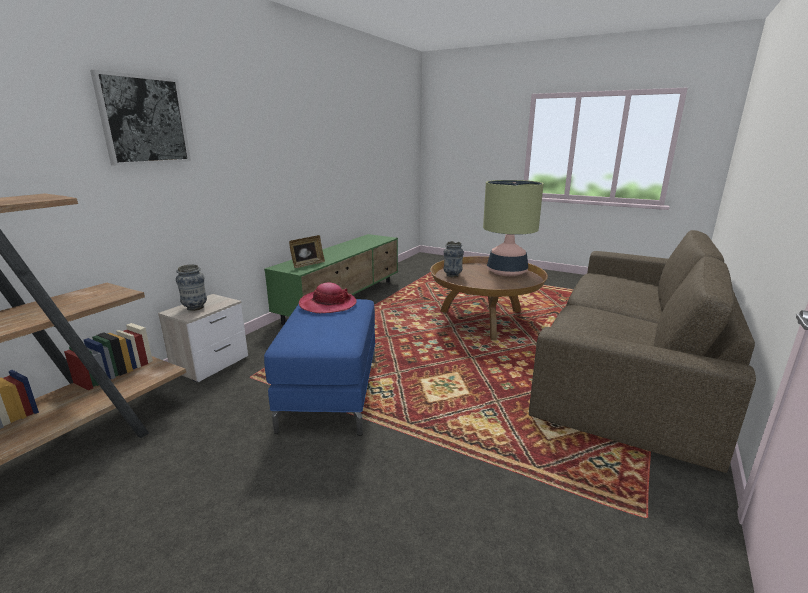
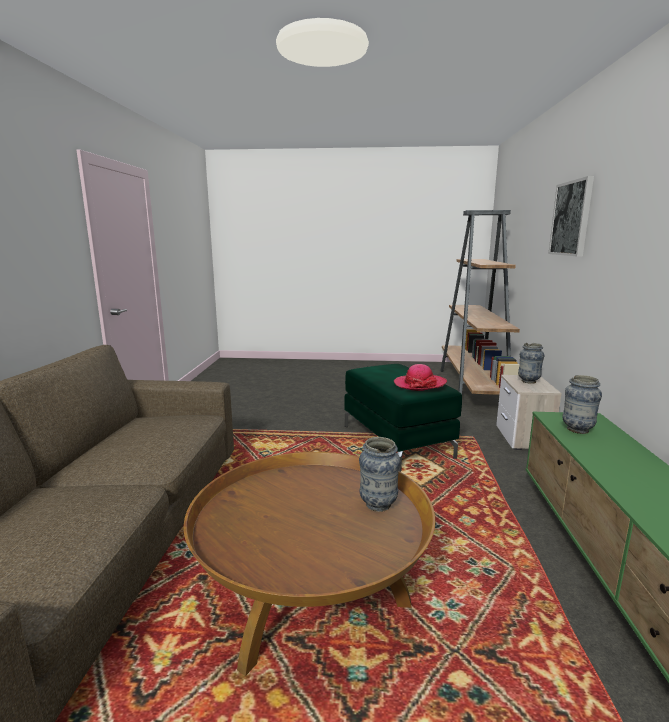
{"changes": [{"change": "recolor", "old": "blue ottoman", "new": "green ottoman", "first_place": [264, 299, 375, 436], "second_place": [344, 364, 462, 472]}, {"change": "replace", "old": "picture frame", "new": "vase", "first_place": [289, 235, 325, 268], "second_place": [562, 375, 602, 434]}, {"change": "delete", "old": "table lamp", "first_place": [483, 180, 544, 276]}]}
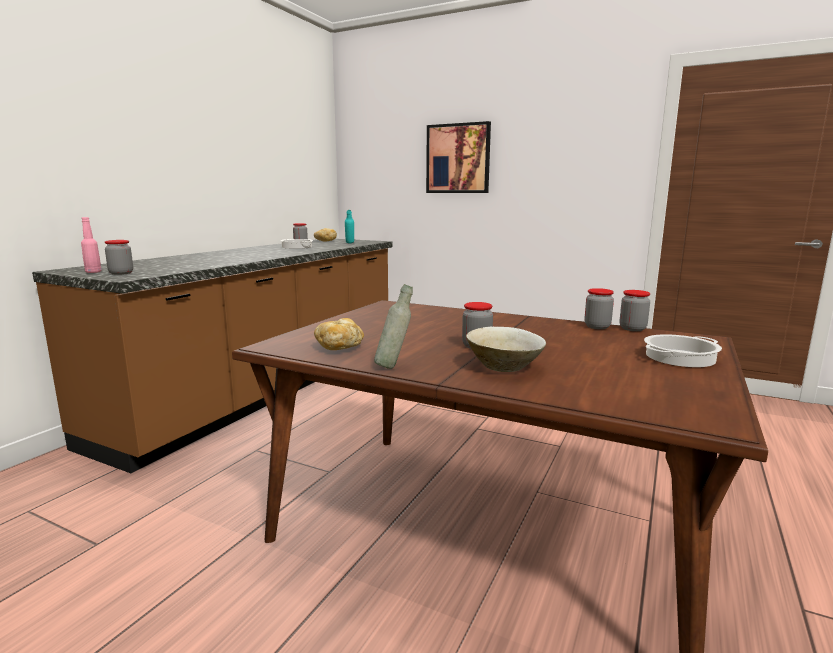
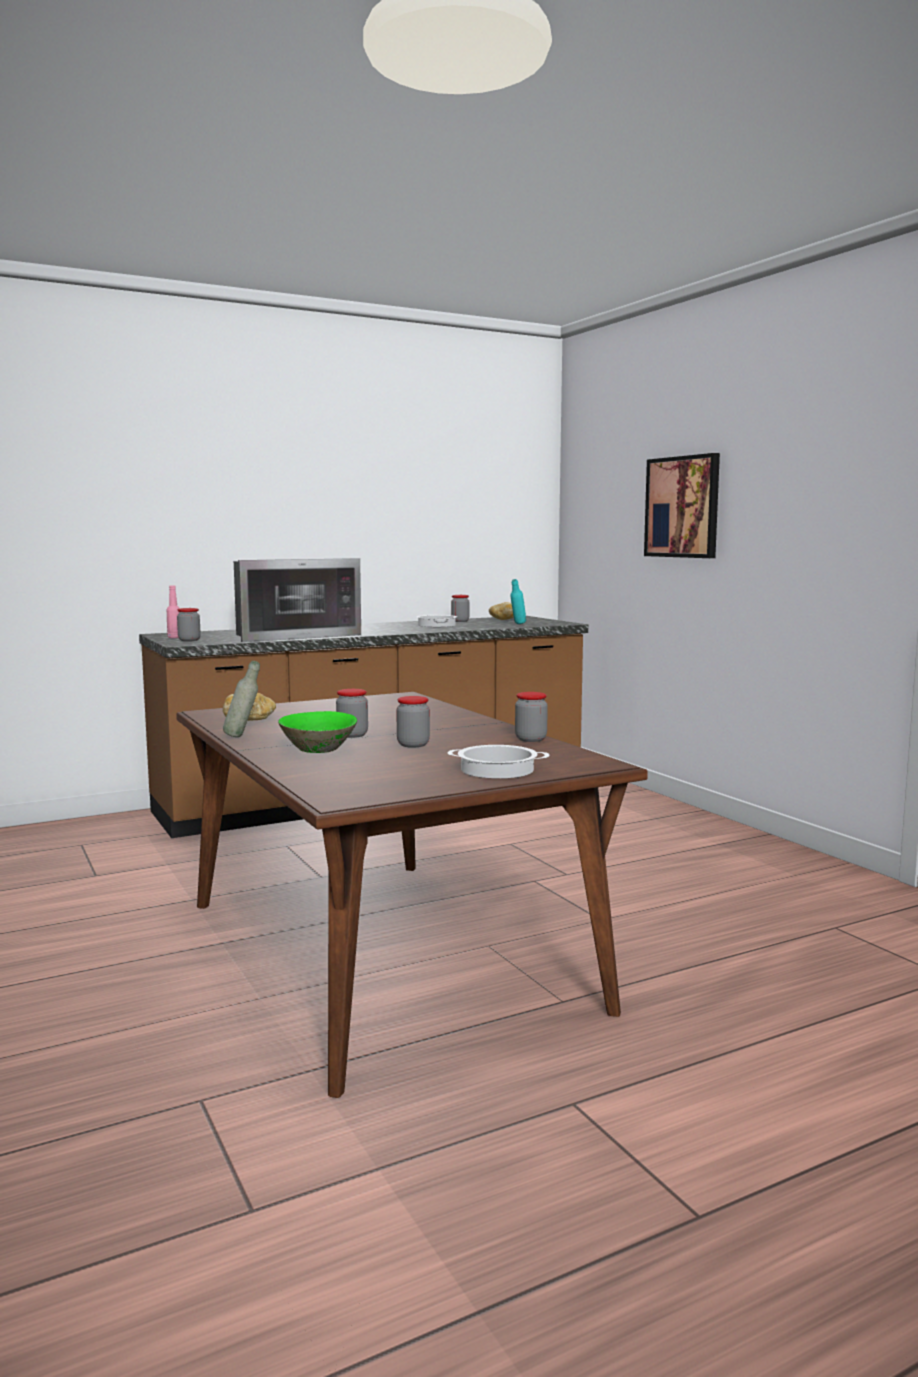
{"changes": [{"change": "recolor", "old": "beige bowl", "new": "green bowl", "first_place": [466, 327, 546, 372], "second_place": [278, 711, 357, 753]}, {"change": "move", "old": "jar", "first_place": [620, 290, 650, 331], "second_place": [396, 696, 430, 748]}, {"change": "insert", "new": "microwave", "second_place": [234, 558, 361, 642]}]}
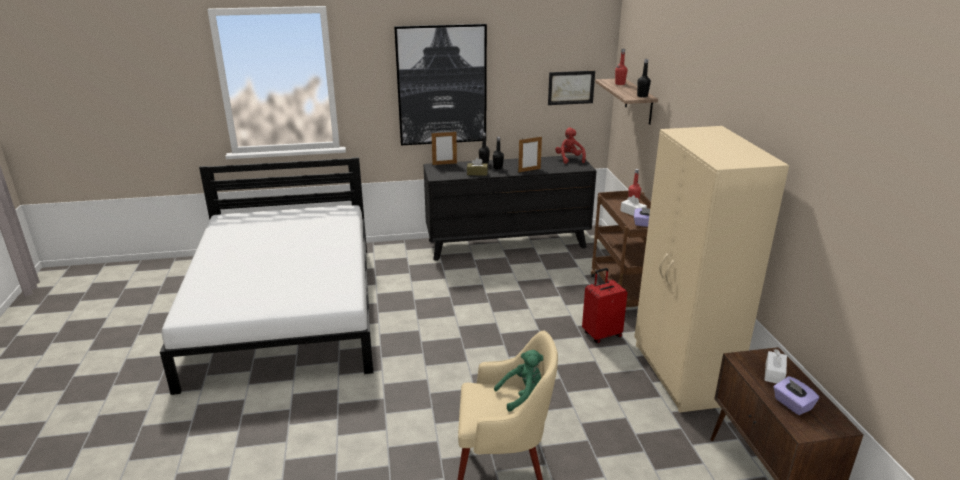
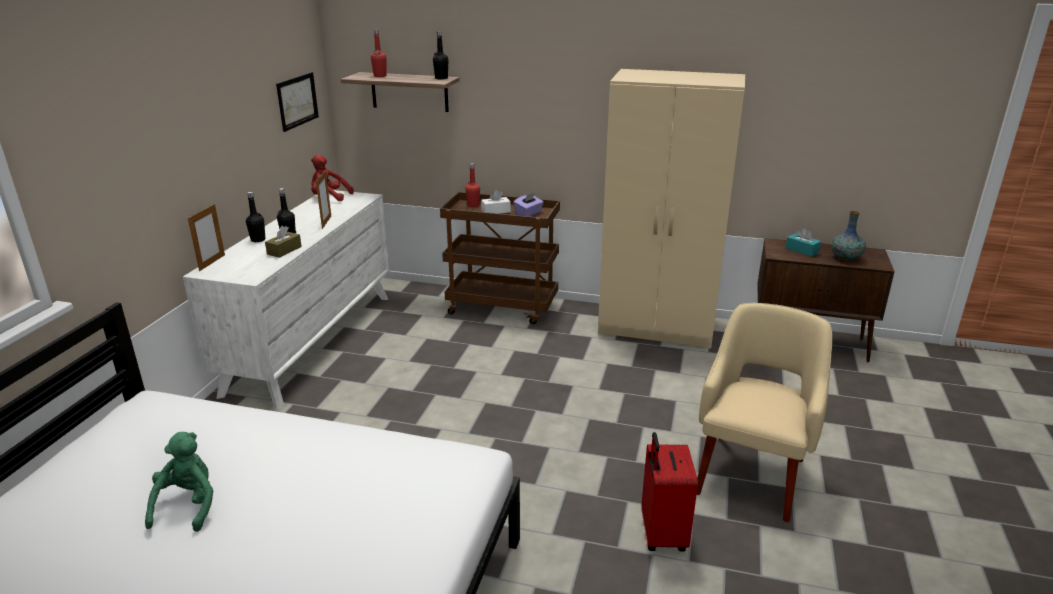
{"changes": [{"change": "delete", "old": "picture", "first_place": [394, 24, 487, 145]}, {"change": "recolor", "old": "black dresser", "new": "white dresser", "first_place": [424, 155, 596, 261], "second_place": [183, 190, 389, 409]}, {"change": "move", "old": "green plush toy", "first_place": [494, 350, 543, 412], "second_place": [145, 432, 213, 532]}, {"change": "move", "old": "red suitcase", "first_place": [582, 268, 628, 343], "second_place": [641, 432, 698, 551]}, {"change": "recolor", "old": "white tissue box", "new": "turquoise tissue box", "first_place": [764, 349, 787, 384], "second_place": [785, 228, 821, 257]}, {"change": "replace", "old": "purple tissue box", "new": "vase", "first_place": [773, 376, 819, 415], "second_place": [831, 211, 866, 261]}]}
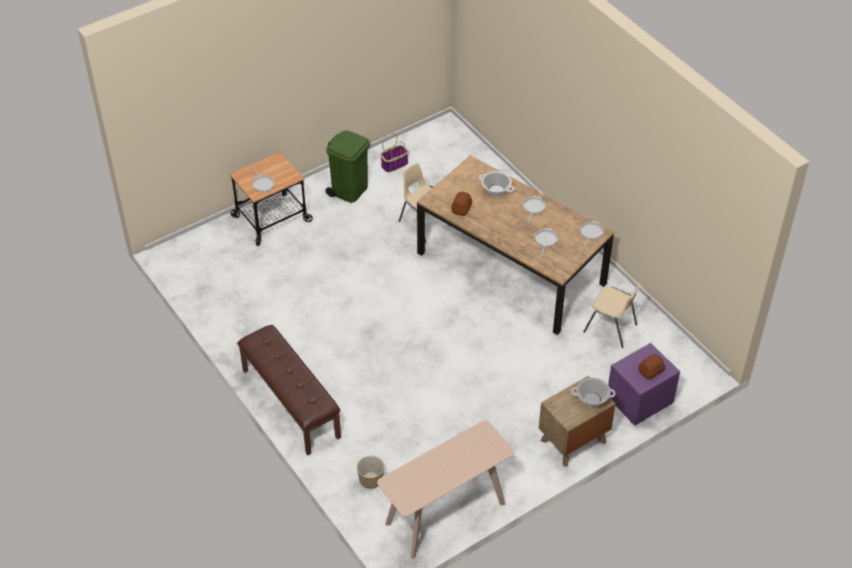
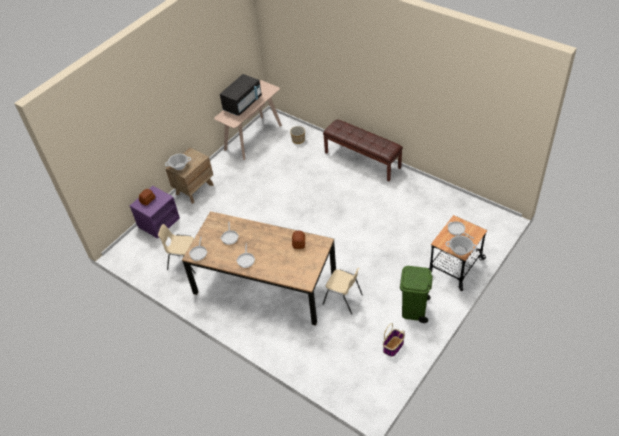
{"changes": [{"change": "move", "old": "cooking pot", "first_place": [479, 171, 514, 196], "second_place": [446, 235, 477, 256]}, {"change": "insert", "new": "black microwave", "second_place": [220, 74, 262, 116]}]}
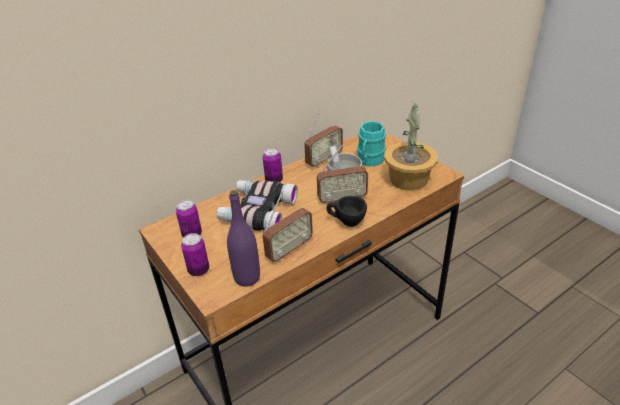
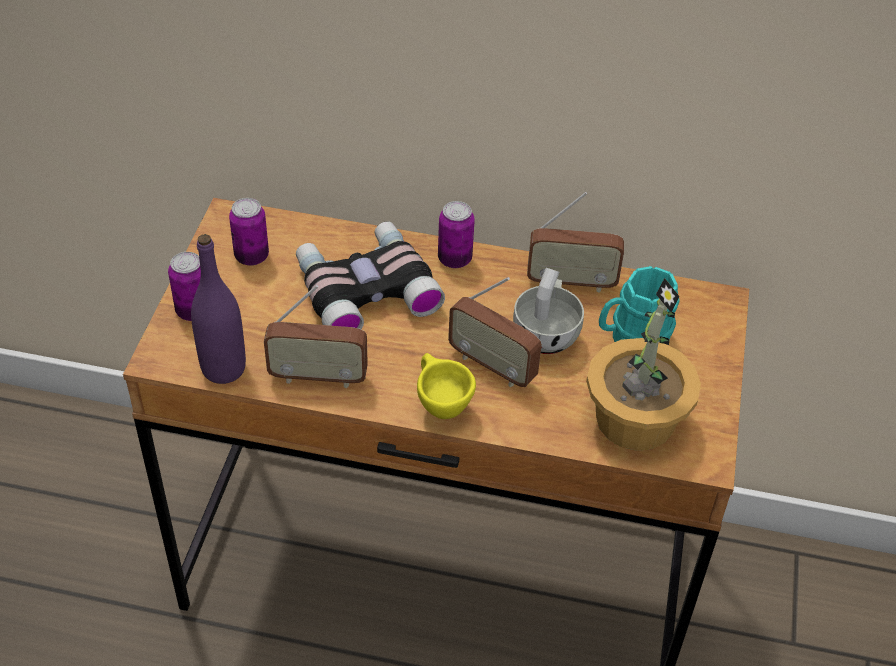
{"changes": [{"change": "recolor", "old": "black cup", "new": "yellow cup", "first_place": [327, 196, 367, 227], "second_place": [417, 353, 476, 419]}]}
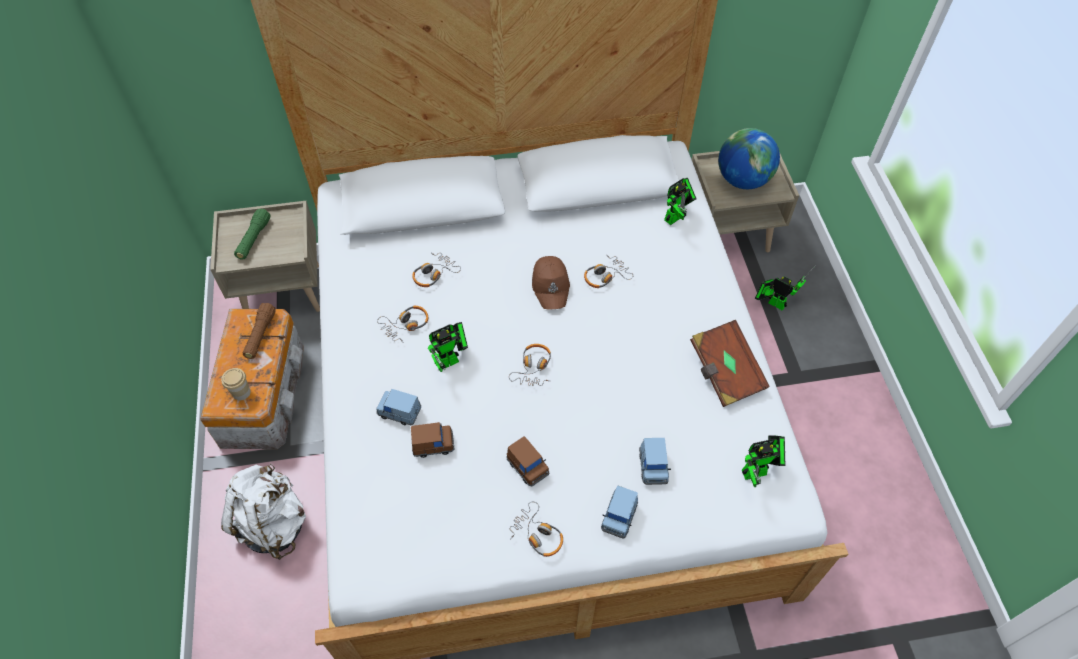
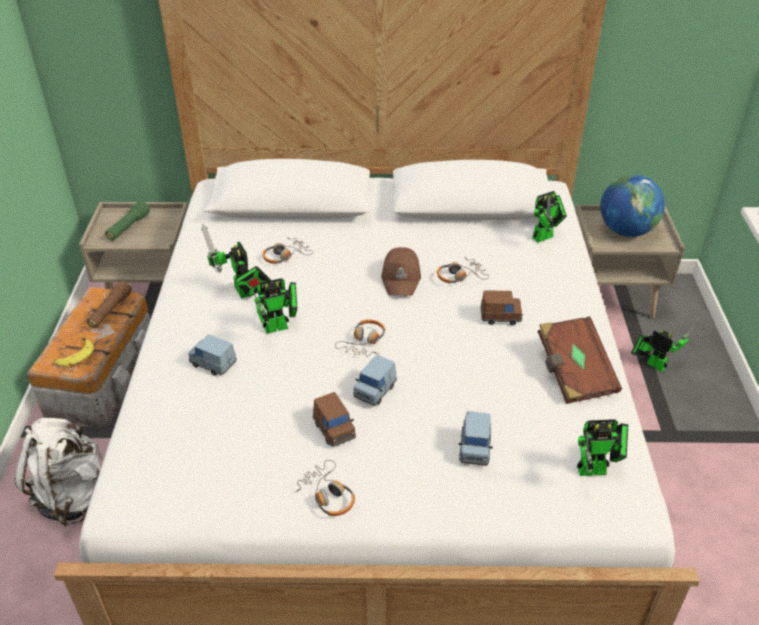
{"changes": [{"change": "replace", "old": "cup", "new": "banana", "first_place": [221, 368, 251, 400], "second_place": [54, 337, 94, 366]}, {"change": "replace", "old": "headphones", "new": "toy robot", "first_place": [377, 306, 428, 343], "second_place": [202, 225, 271, 299]}, {"change": "move", "old": "brown toy car", "first_place": [411, 422, 454, 458], "second_place": [480, 290, 523, 325]}, {"change": "move", "old": "blue toy car", "first_place": [601, 486, 638, 538], "second_place": [353, 355, 397, 405]}]}
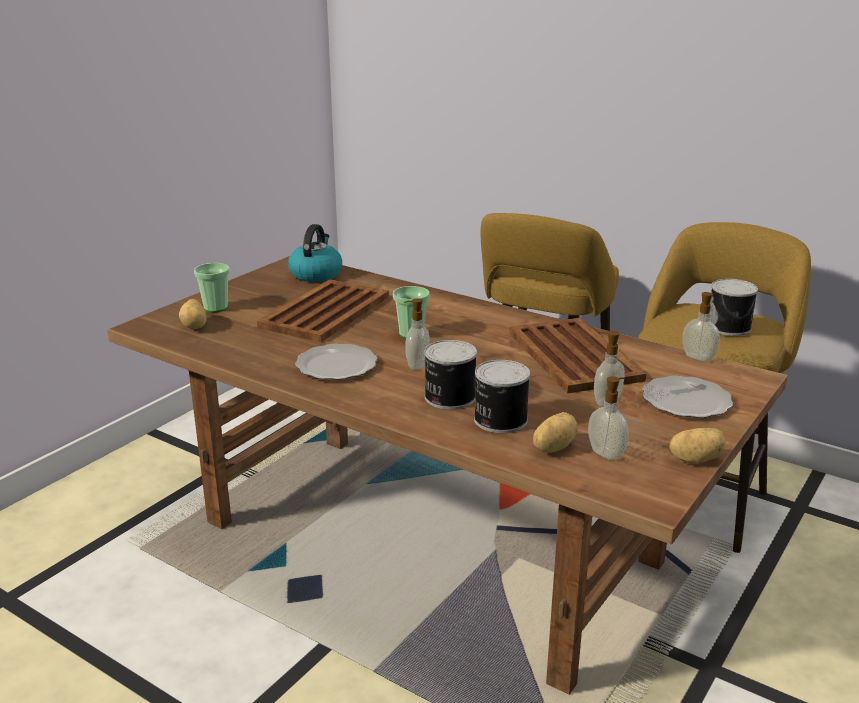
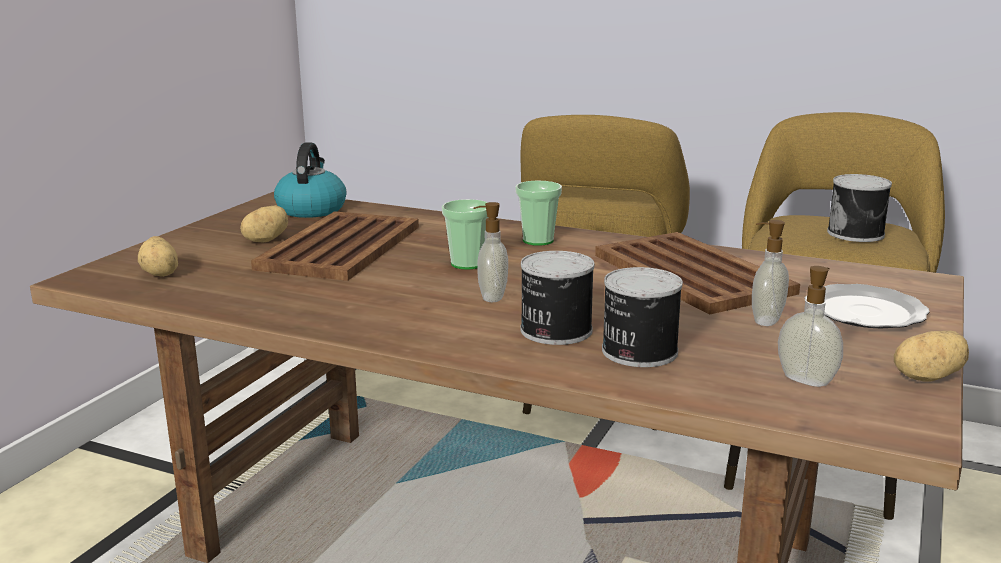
{"changes": [{"change": "move", "old": "cup", "first_place": [194, 263, 230, 312], "second_place": [515, 181, 562, 246]}, {"change": "delete", "old": "plate", "first_place": [295, 344, 377, 380]}, {"change": "move", "old": "potato", "first_place": [533, 412, 578, 453], "second_place": [240, 205, 288, 242]}, {"change": "delete", "old": "soap dispenser", "first_place": [682, 292, 720, 362]}]}
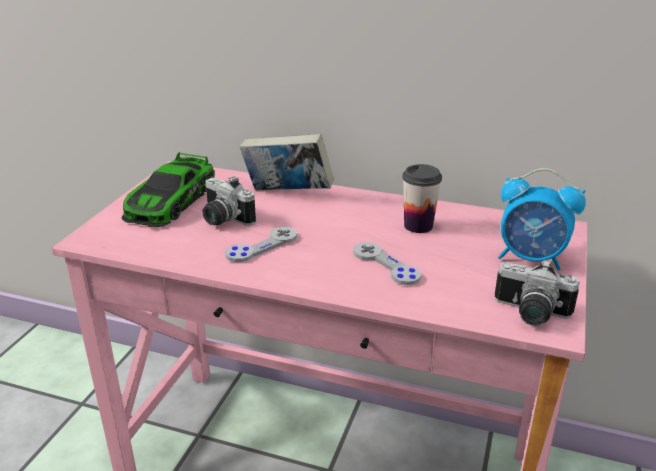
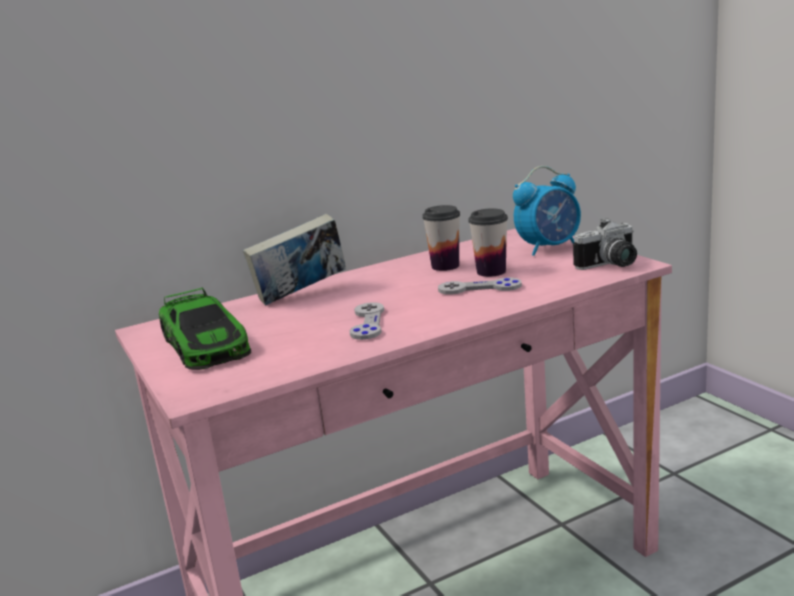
{"changes": [{"change": "delete", "old": "photo camera", "first_place": [202, 176, 256, 226]}, {"change": "insert", "new": "cup", "second_place": [468, 208, 508, 277]}]}
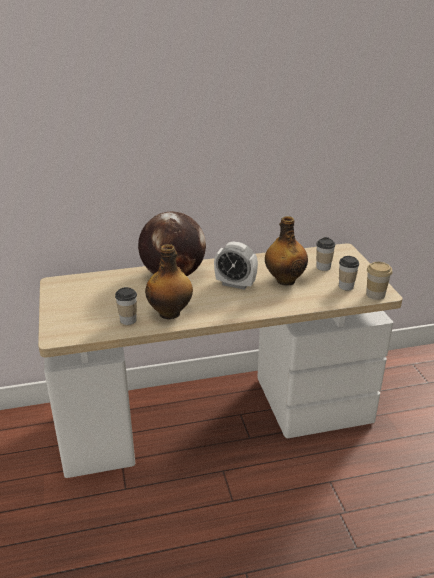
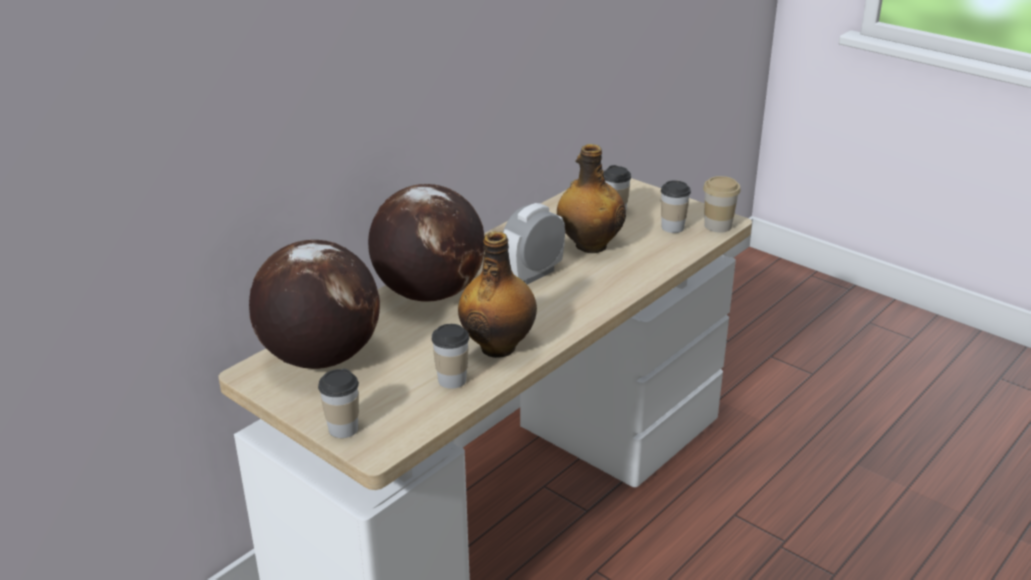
{"changes": [{"change": "rotate", "old": "alarm clock", "first_place": [214, 242, 258, 290], "second_place": [503, 203, 565, 285], "degrees": 150}, {"change": "insert", "new": "globe", "second_place": [249, 240, 380, 369]}, {"change": "insert", "new": "cup", "second_place": [318, 368, 359, 438]}]}
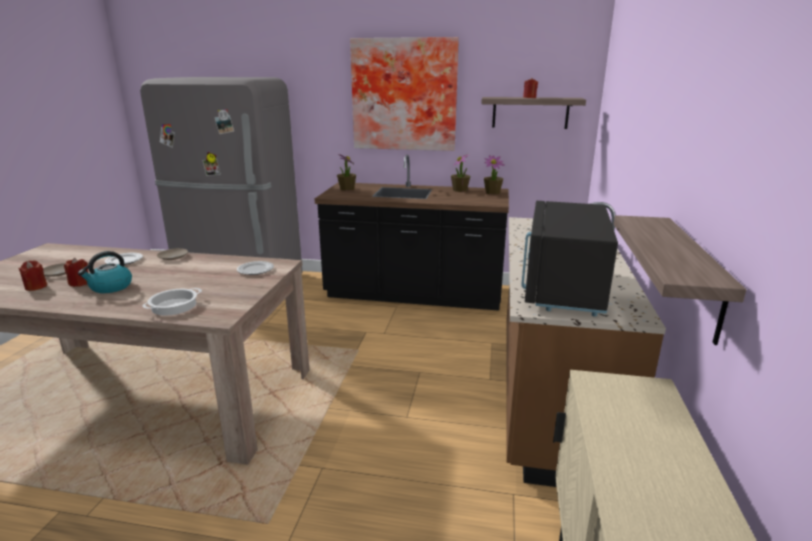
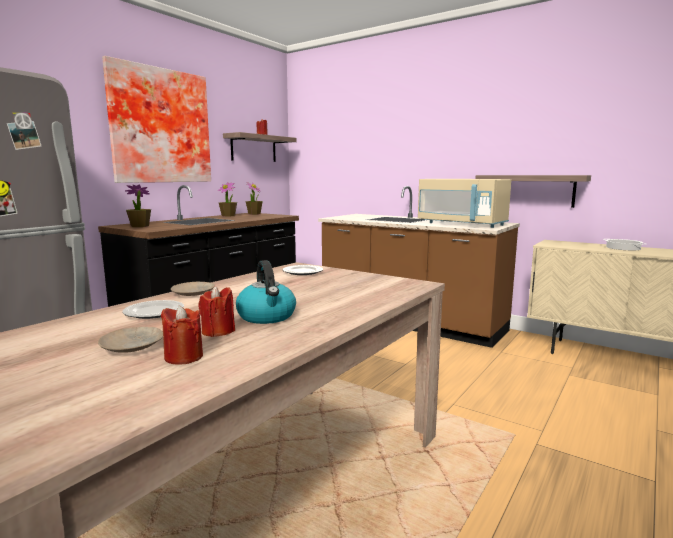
{"changes": [{"change": "move", "old": "cooking pot", "first_place": [142, 288, 202, 316], "second_place": [603, 239, 645, 250]}, {"change": "recolor", "old": "black microwave", "new": "beige microwave", "first_place": [521, 201, 618, 317], "second_place": [418, 179, 511, 228]}]}
